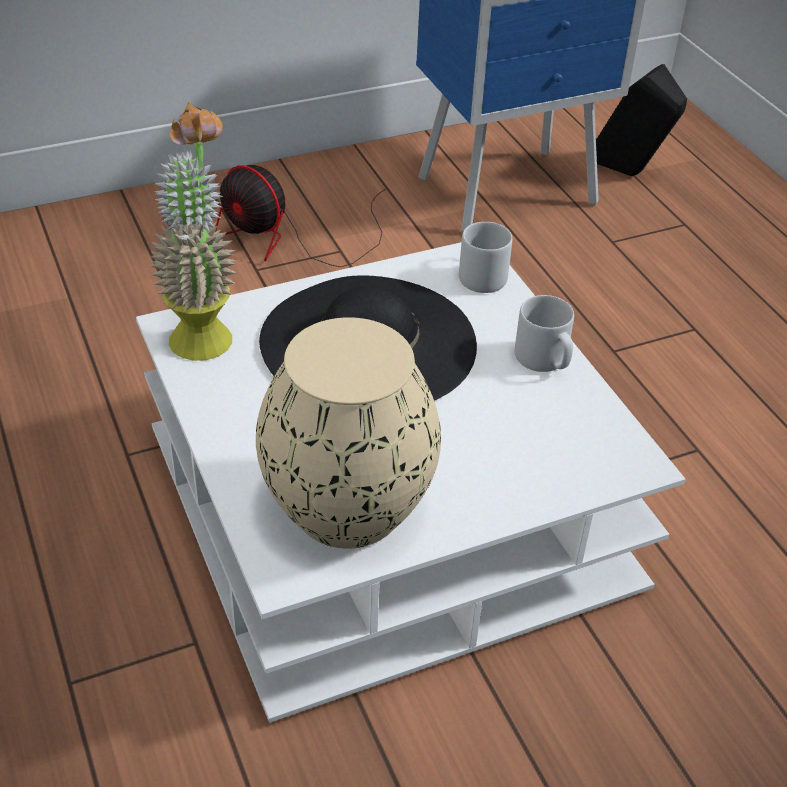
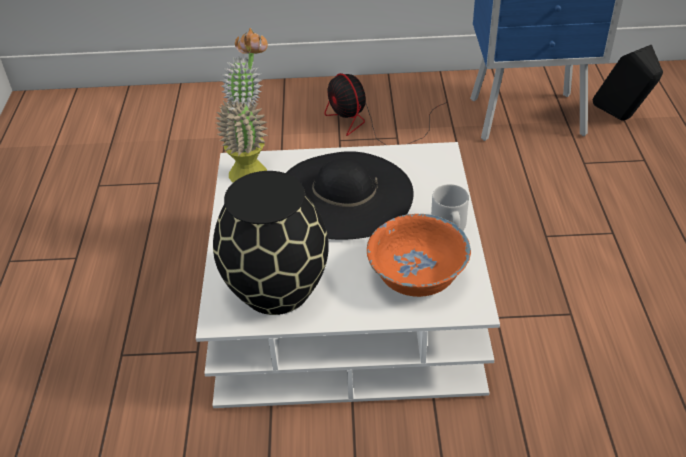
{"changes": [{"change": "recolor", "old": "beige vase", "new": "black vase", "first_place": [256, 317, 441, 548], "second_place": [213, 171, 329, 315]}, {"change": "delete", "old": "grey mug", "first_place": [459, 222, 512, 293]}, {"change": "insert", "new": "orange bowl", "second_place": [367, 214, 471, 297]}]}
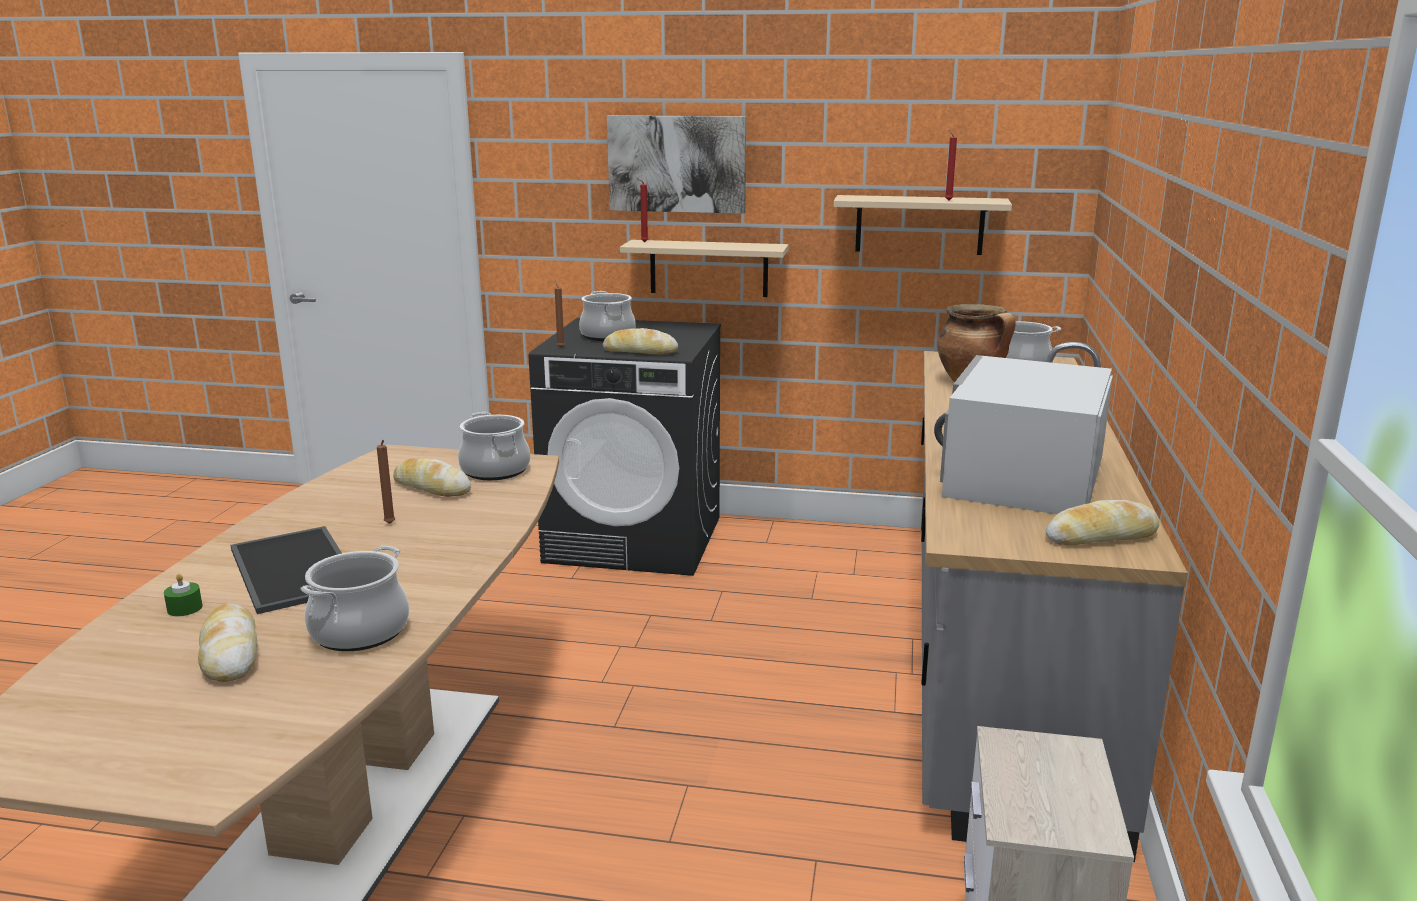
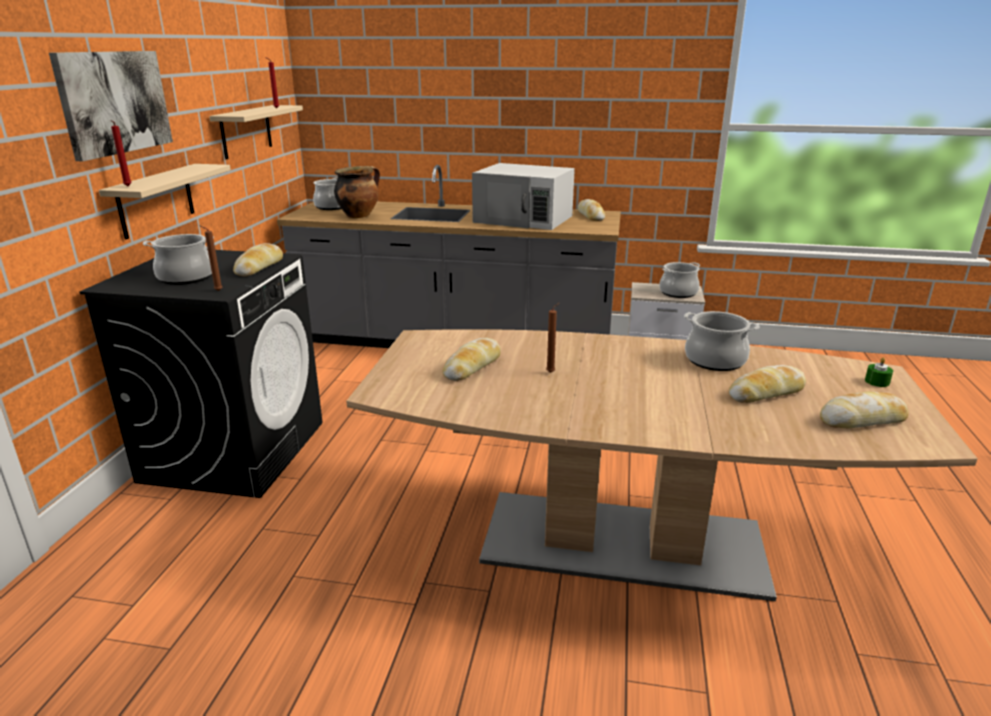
{"changes": [{"change": "move", "old": "green candle", "first_place": [164, 574, 203, 616], "second_place": [865, 357, 893, 387]}, {"change": "delete", "old": "tray", "first_place": [231, 526, 342, 614]}, {"change": "move", "old": "cooking pot", "first_place": [458, 412, 530, 480], "second_place": [659, 262, 700, 298]}, {"change": "insert", "new": "bread", "second_place": [820, 391, 909, 428]}]}
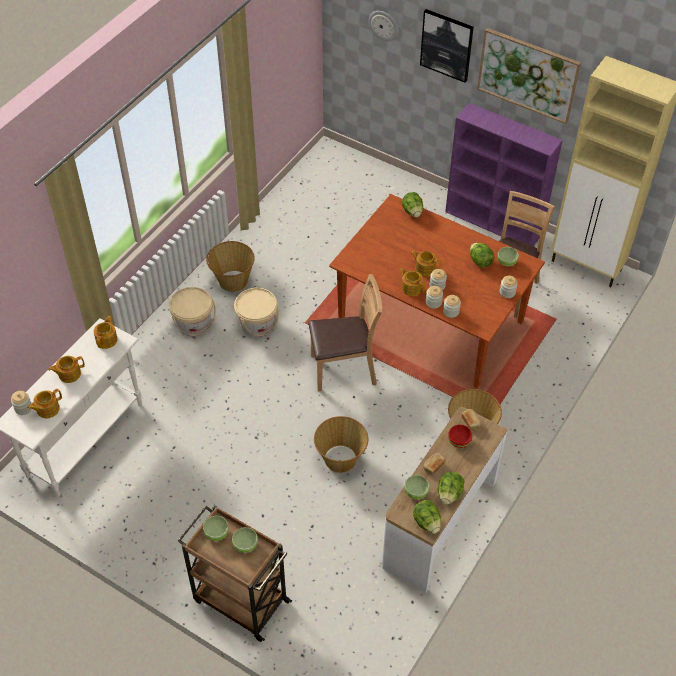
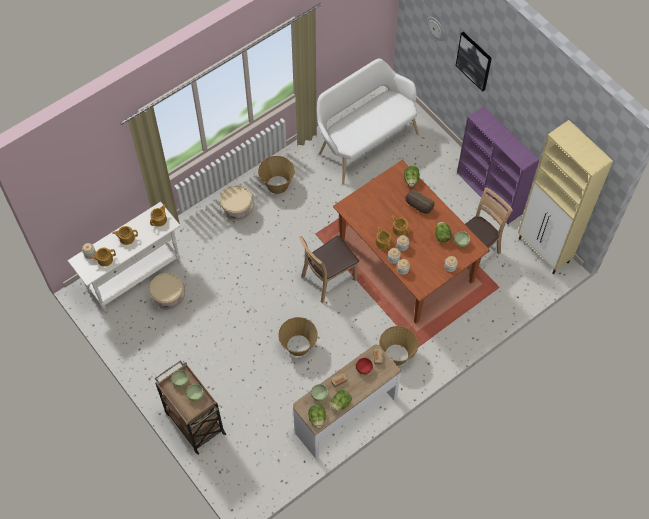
{"changes": [{"change": "move", "old": "beige bucket", "first_place": [234, 288, 279, 337], "second_place": [149, 273, 186, 310]}, {"change": "rotate", "old": "brown chair", "first_place": [308, 274, 382, 391], "second_place": [299, 235, 359, 303], "degrees": 135}, {"change": "delete", "old": "picture", "first_place": [477, 28, 581, 124]}, {"change": "insert", "new": "white bench", "second_place": [317, 58, 419, 184]}, {"change": "insert", "new": "bread", "second_place": [405, 189, 434, 214]}]}
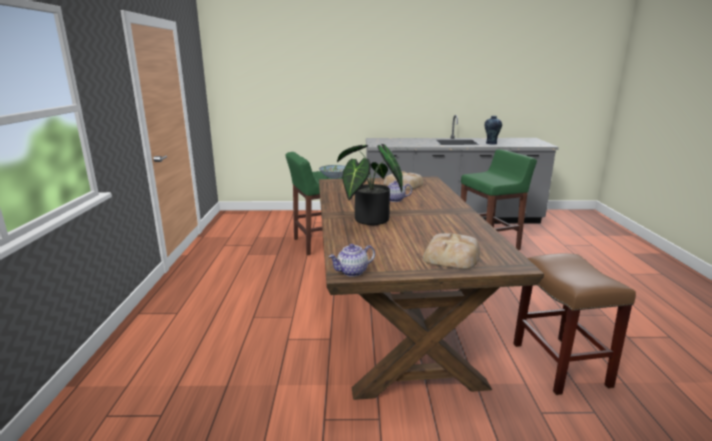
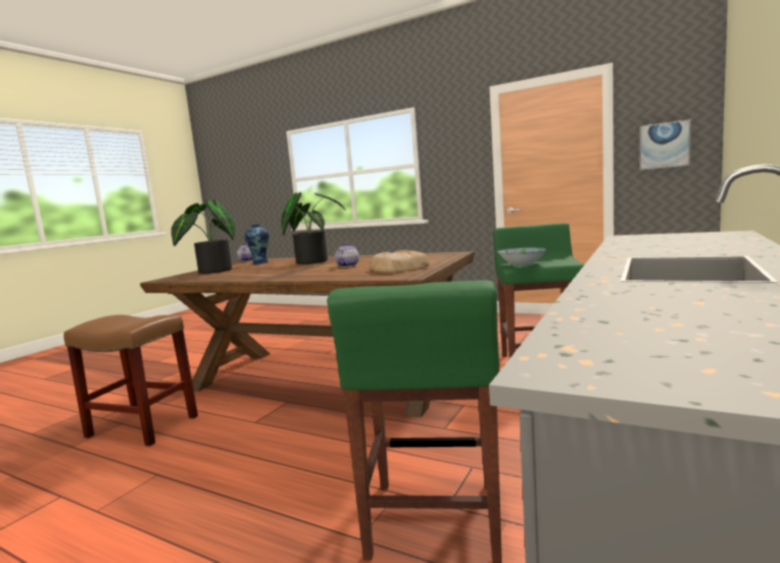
{"changes": [{"change": "replace", "old": "bread", "new": "potted plant", "first_place": [423, 233, 480, 269], "second_place": [171, 200, 235, 274]}, {"change": "move", "old": "vase", "first_place": [484, 116, 502, 144], "second_place": [244, 224, 269, 264]}, {"change": "insert", "new": "picture", "second_place": [639, 119, 691, 170]}]}
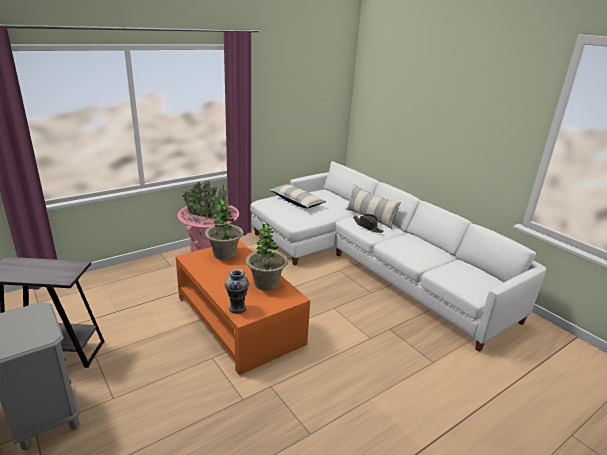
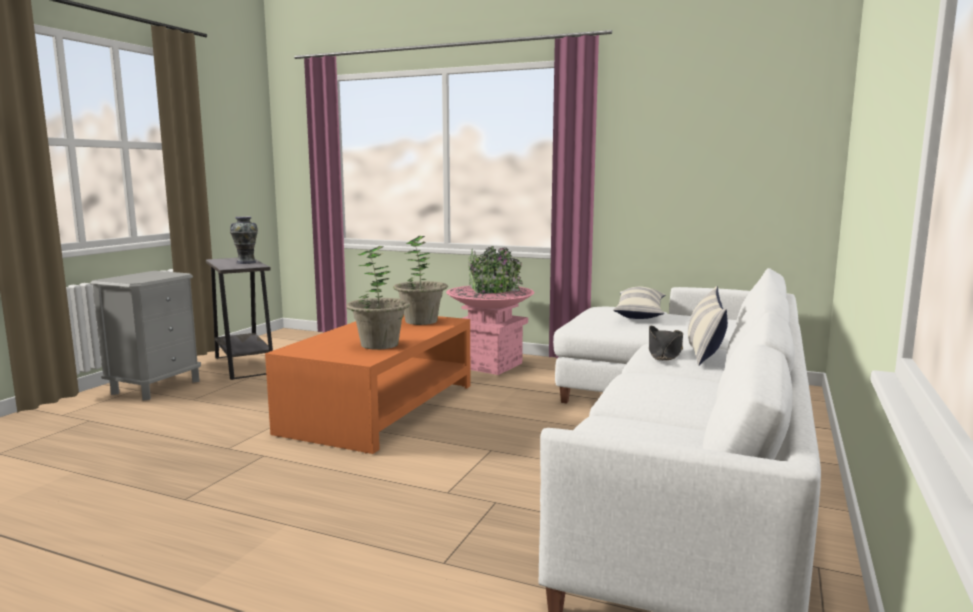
{"changes": [{"change": "move", "old": "vase", "first_place": [225, 269, 249, 314], "second_place": [230, 216, 258, 264]}]}
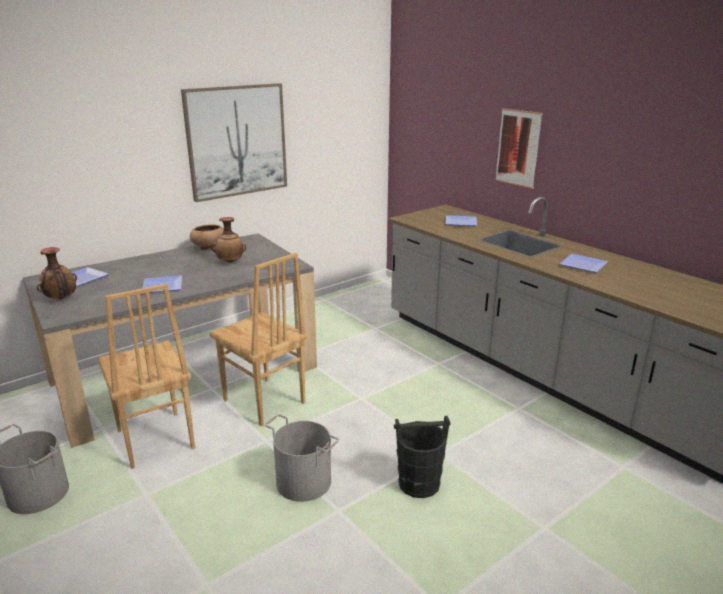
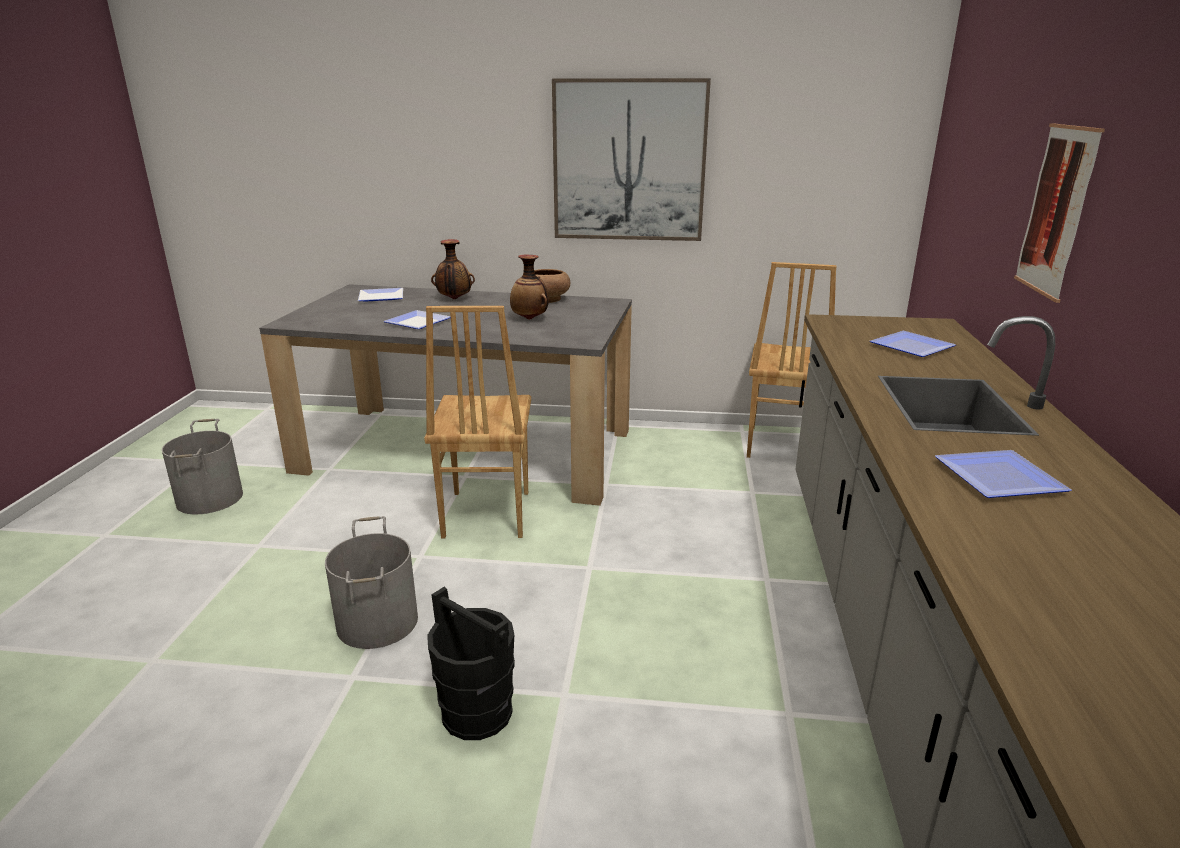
{"changes": [{"change": "move", "old": "vase", "first_place": [37, 247, 77, 299], "second_place": [431, 239, 475, 299]}, {"change": "move", "old": "brown chair", "first_place": [97, 284, 195, 469], "second_place": [747, 262, 837, 458]}]}
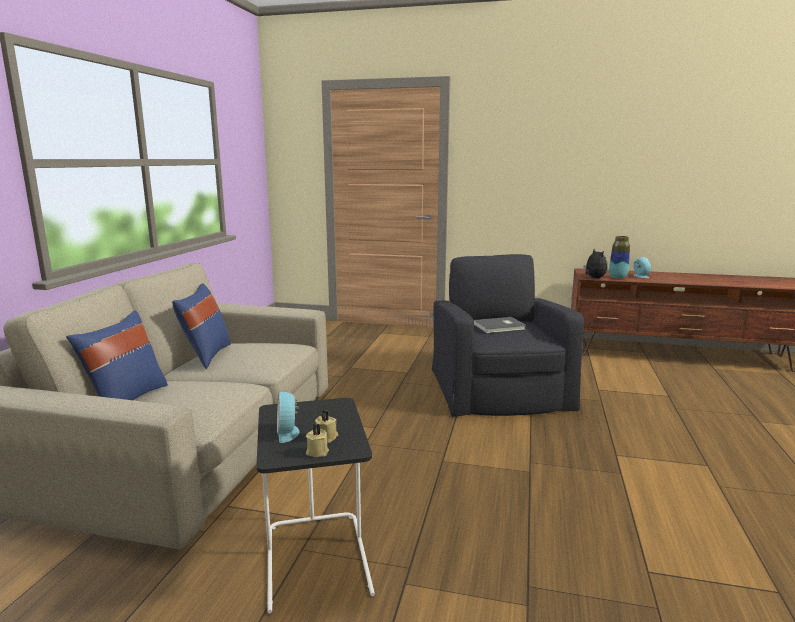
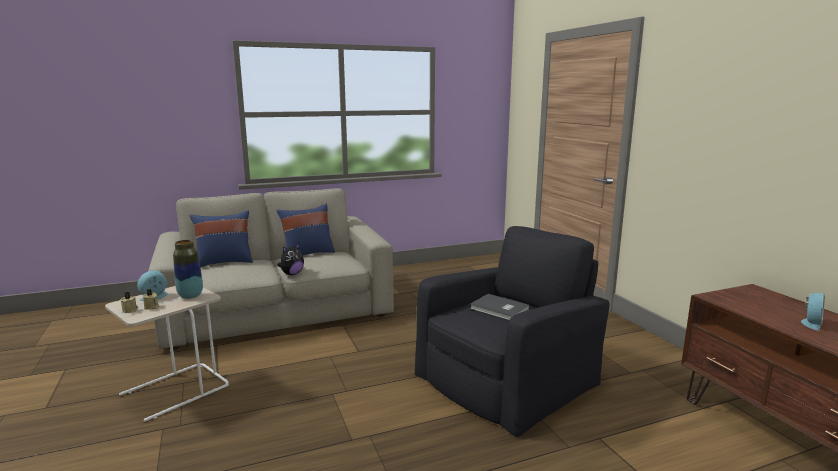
{"changes": [{"change": "recolor", "old": "black side table", "new": "beige side table", "first_place": [256, 398, 375, 613], "second_place": [105, 286, 229, 422]}, {"change": "move", "old": "plush toy", "first_place": [583, 249, 607, 278], "second_place": [277, 243, 304, 275]}, {"change": "move", "old": "vase", "first_place": [609, 236, 630, 279], "second_place": [173, 240, 203, 299]}]}
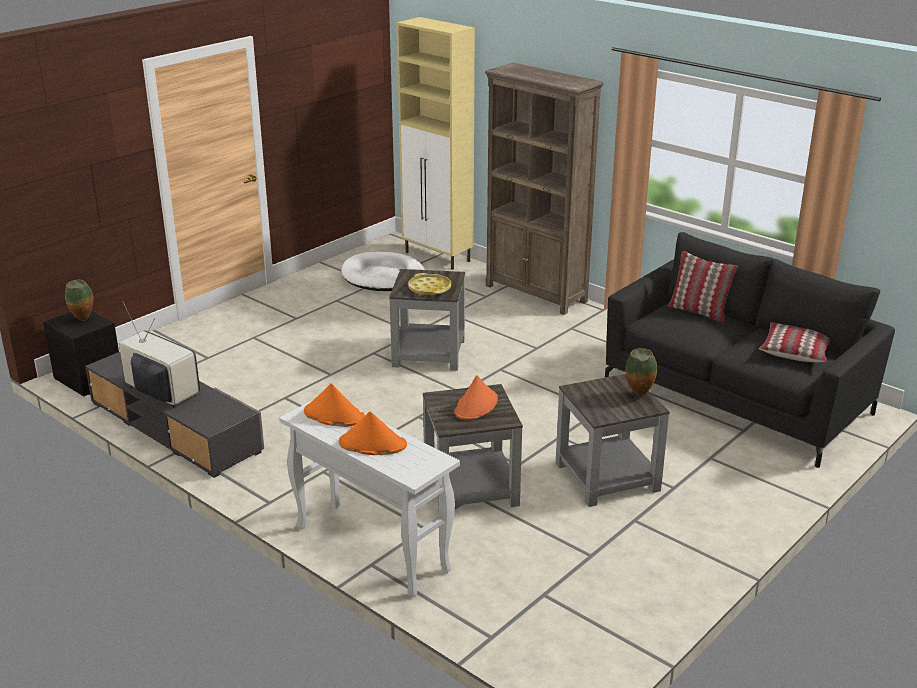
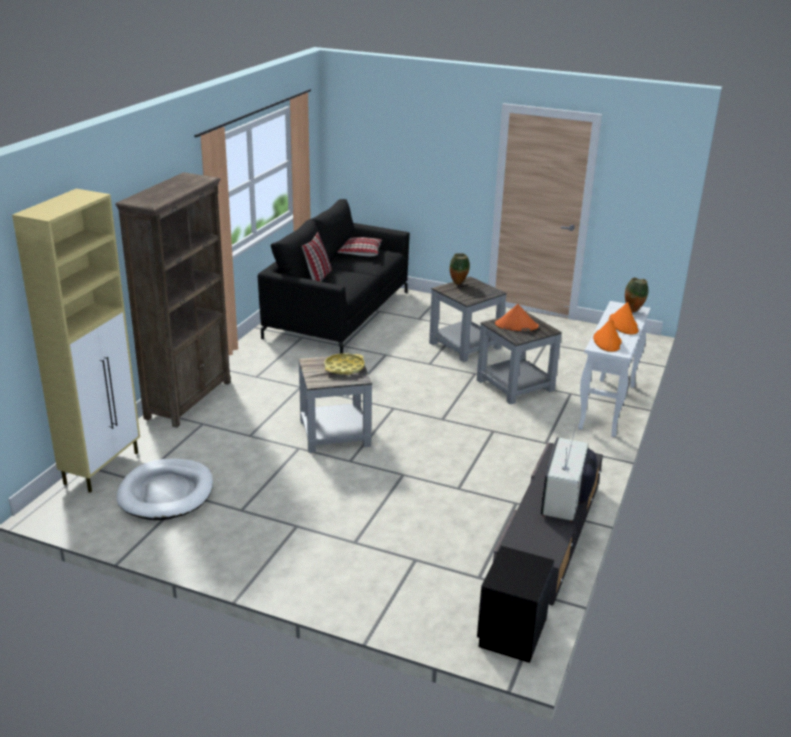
{"changes": [{"change": "move", "old": "vase", "first_place": [65, 279, 94, 321], "second_place": [625, 277, 648, 313]}]}
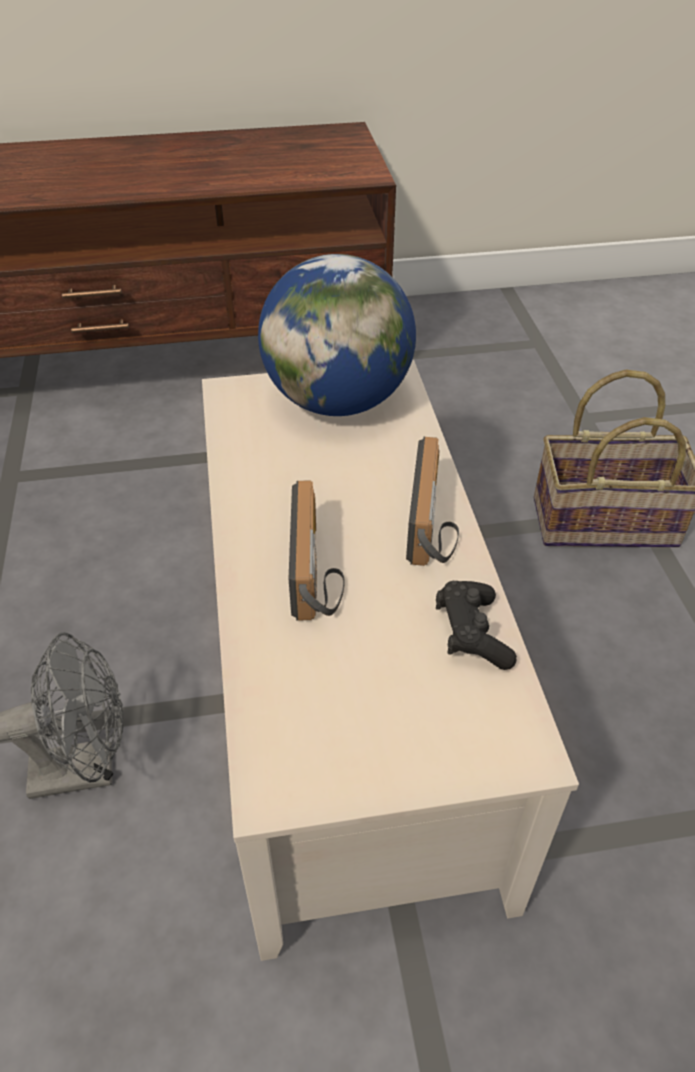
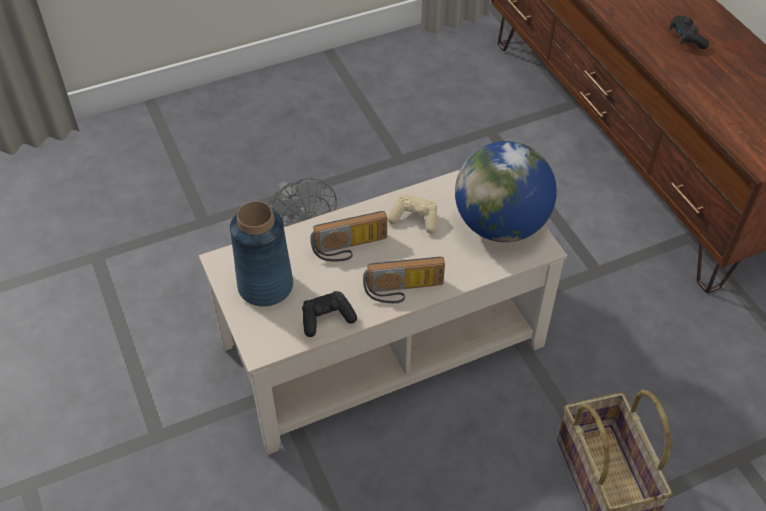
{"changes": [{"change": "insert", "new": "blue vase", "second_place": [230, 201, 293, 306]}, {"change": "insert", "new": "beige game controller", "second_place": [387, 194, 437, 234]}, {"change": "insert", "new": "black game controller", "second_place": [669, 15, 709, 49]}]}
